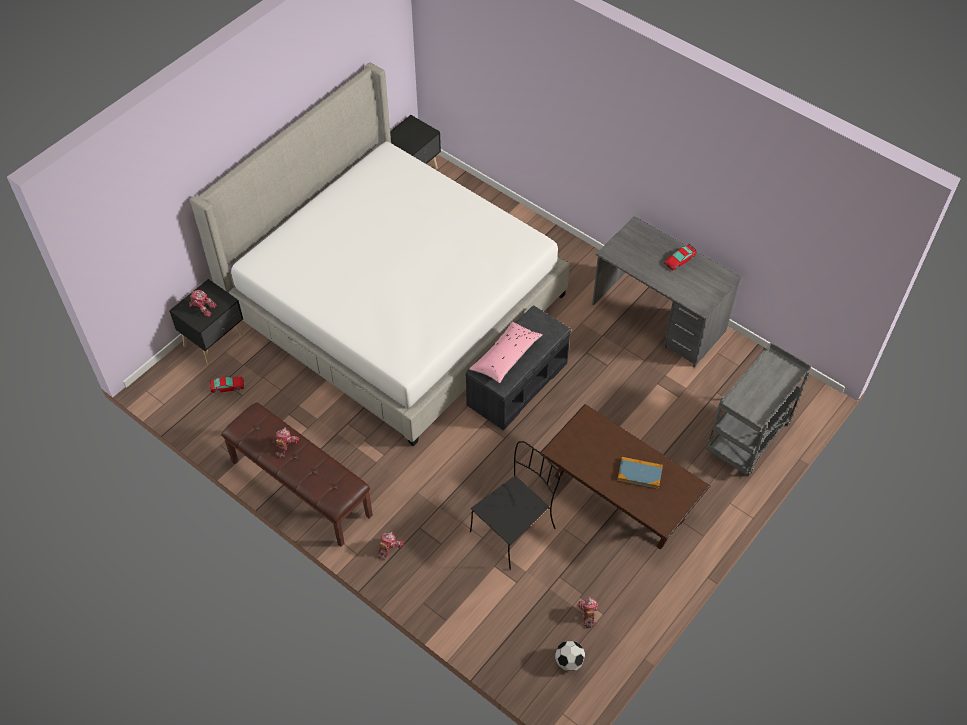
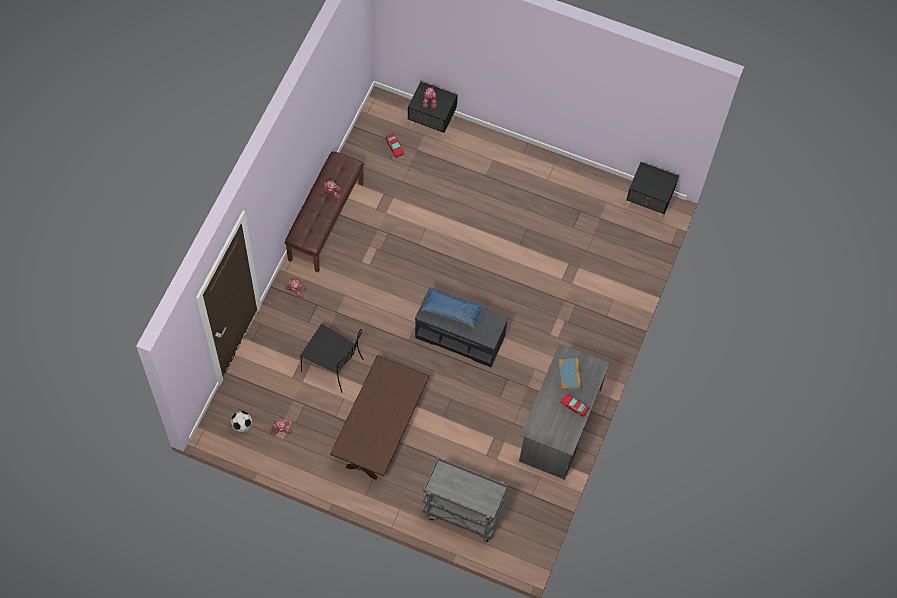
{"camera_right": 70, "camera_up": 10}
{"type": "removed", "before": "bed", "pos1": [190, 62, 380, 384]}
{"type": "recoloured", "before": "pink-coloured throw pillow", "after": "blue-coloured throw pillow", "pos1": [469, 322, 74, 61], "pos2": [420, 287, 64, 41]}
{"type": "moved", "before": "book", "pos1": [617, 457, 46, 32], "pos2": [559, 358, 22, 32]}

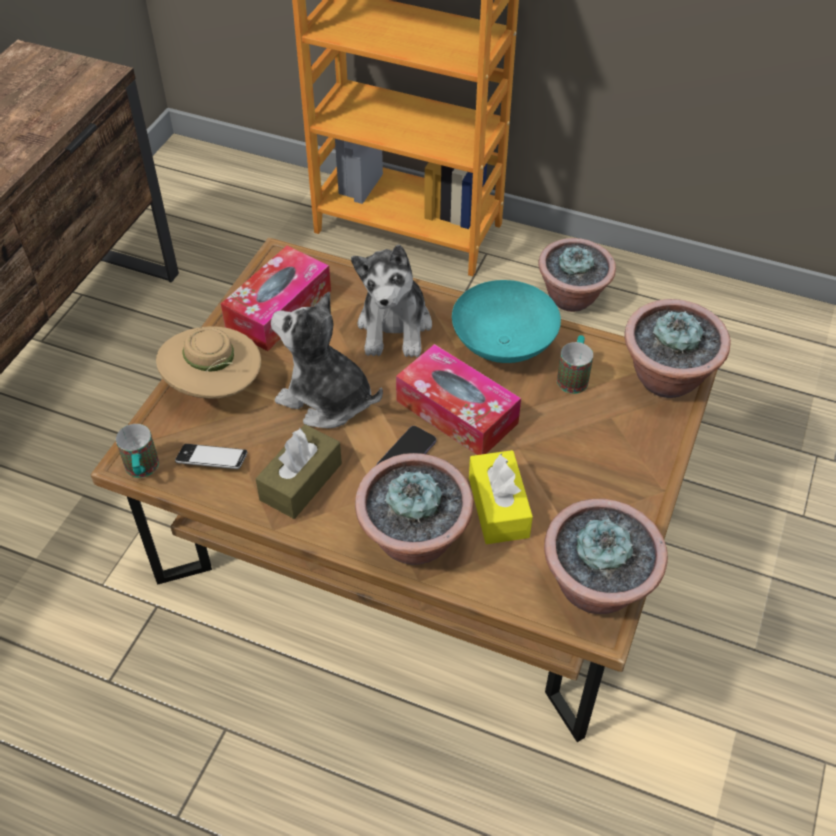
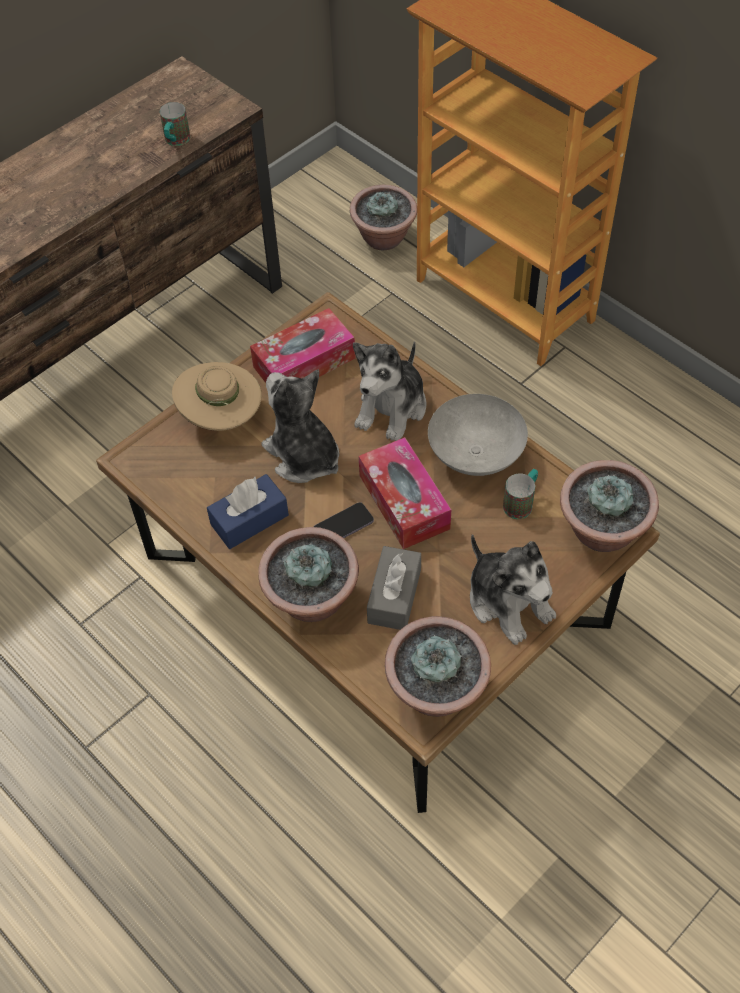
{"camera_right": 25, "camera_up": 5}
{"type": "moved", "before": "potted plant", "pos1": [538, 238, 78, 74], "pos2": [350, 185, 67, 66]}
{"type": "recoloured", "before": "turquoise-coloured serving bowl", "after": "gray serving bowl", "pos1": [452, 280, 109, 83], "pos2": [428, 394, 100, 82]}
{"type": "moved", "before": "mug", "pos1": [116, 424, 43, 54], "pos2": [160, 102, 30, 44]}
{"type": "recoloured", "before": "brown-coloured tissue box", "after": "blue-coloured tissue box", "pos1": [255, 424, 87, 95], "pos2": [207, 474, 82, 75]}
{"type": "removed", "before": "telephone", "pos1": [175, 444, 72, 25]}
{"type": "recoloured", "before": "yellowish tissue box", "after": "gray tissue box", "pos1": [469, 450, 64, 94], "pos2": [367, 546, 54, 84]}
{"type": "added", "after": "plush toy", "pos2": [470, 534, 86, 111]}

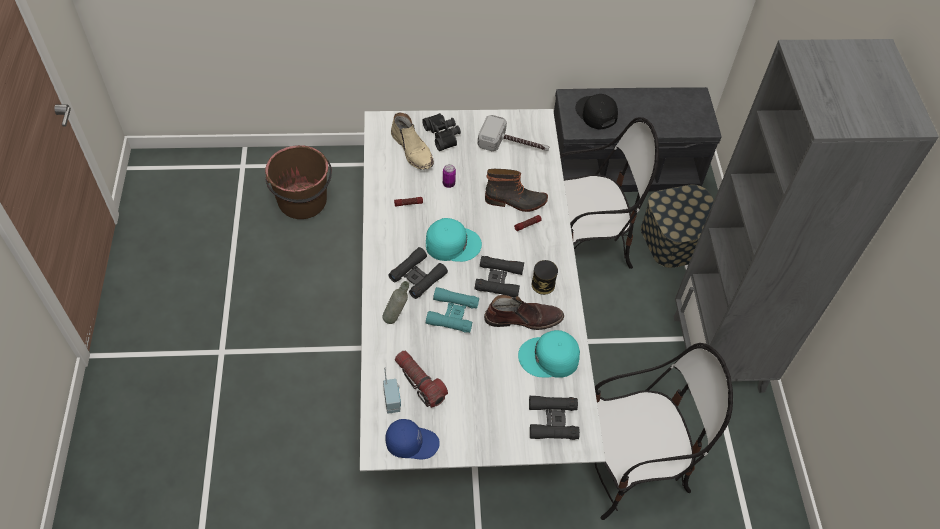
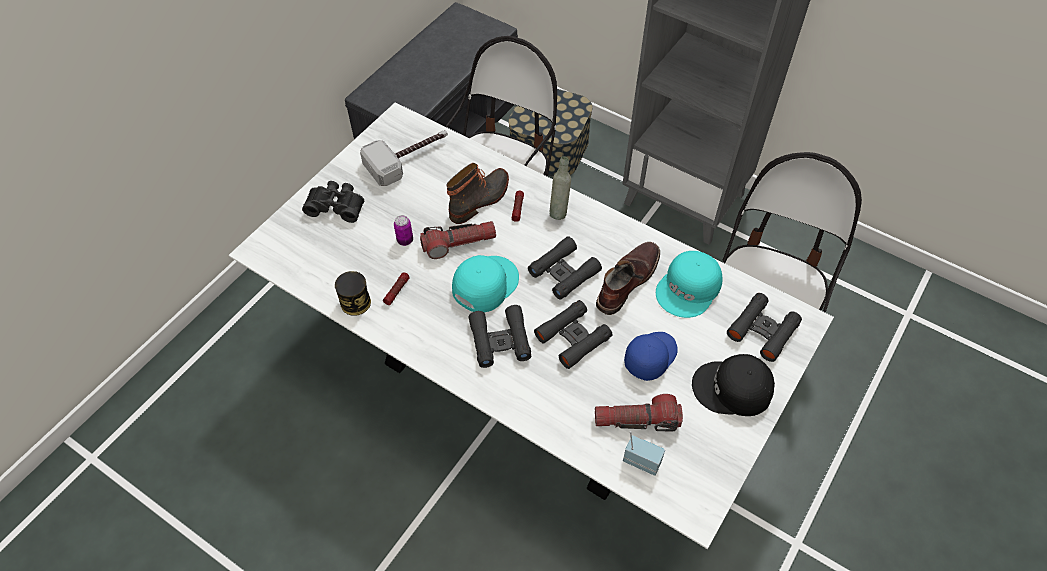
{"camera_right": -50, "camera_up": 0}
{"type": "moved", "before": "black-coloured cap", "pos1": [575, 94, 43, 35], "pos2": [692, 354, 83, 62]}
{"type": "removed", "before": "beige-coloured tall boot", "pos1": [391, 113, 43, 57]}
{"type": "removed", "before": "brown-coloured pail", "pos1": [265, 145, 67, 74]}
{"type": "moved", "before": "can", "pos1": [532, 260, 26, 35], "pos2": [335, 271, 36, 45]}
{"type": "moved", "before": "gray beverage bottle", "pos1": [382, 281, 27, 43], "pos2": [550, 156, 21, 64]}
{"type": "recoloured", "before": "turquoise-coloured field glasses", "after": "black-coloured field glasses", "pos1": [426, 287, 53, 46], "pos2": [534, 300, 78, 69]}
{"type": "moved", "before": "blue-coloured cap", "pos1": [385, 419, 55, 40], "pos2": [624, 332, 54, 49]}
{"type": "added", "after": "flashlight", "pos2": [420, 221, 76, 38]}

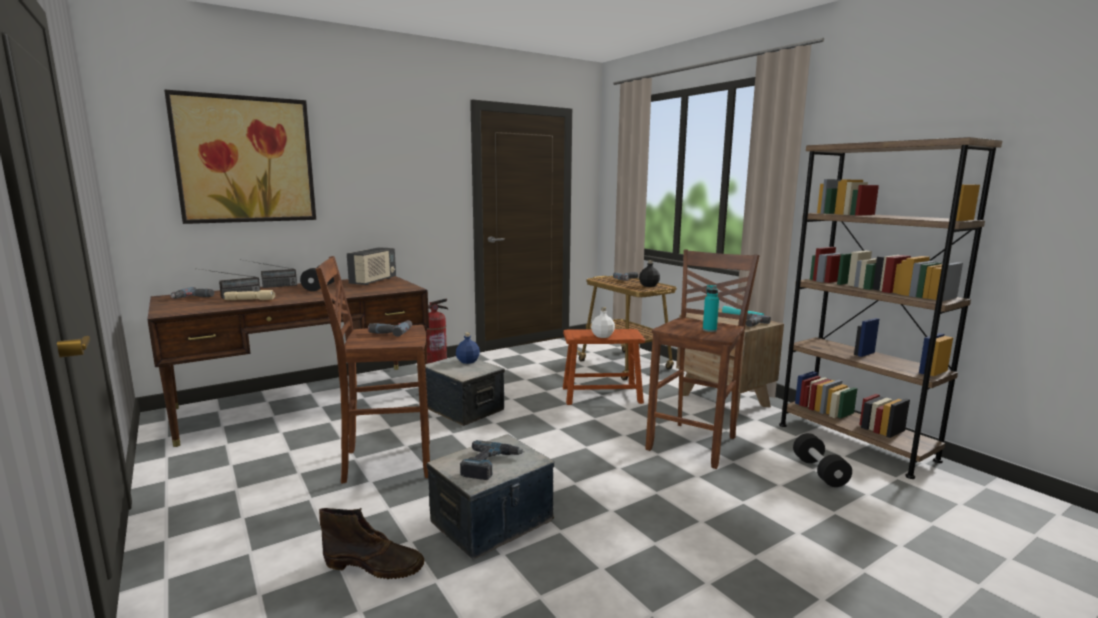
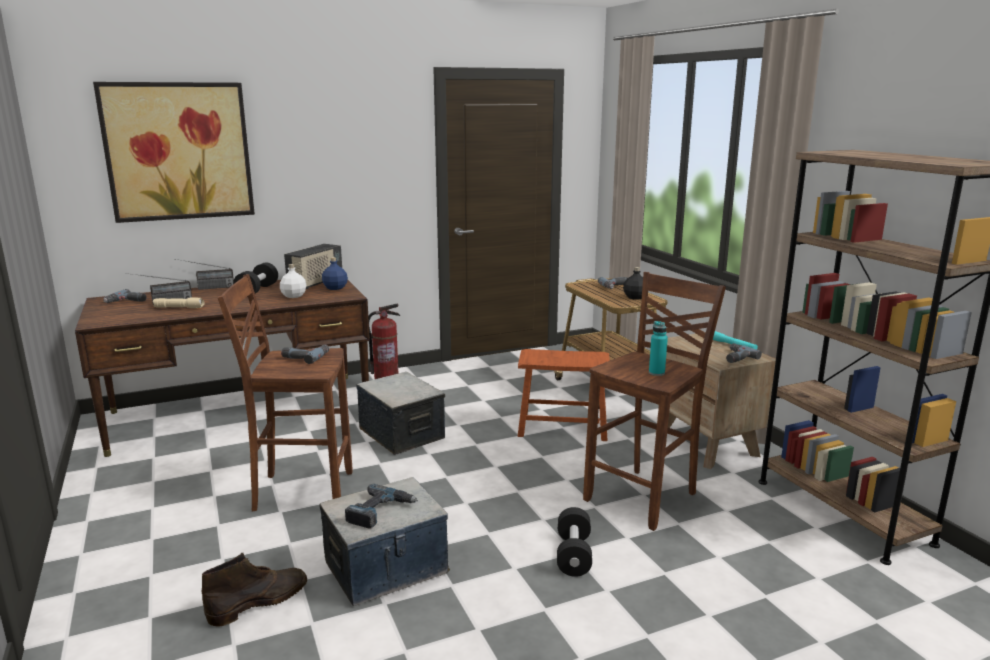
{"camera_right": 10, "camera_up": 5}
{"type": "moved", "before": "whitish beverage bottle", "pos1": [591, 307, 24, 31], "pos2": [280, 264, 26, 34]}
{"type": "moved", "before": "blue-coloured beverage bottle", "pos1": [456, 332, 24, 32], "pos2": [322, 257, 26, 33]}
{"type": "moved", "before": "black-coloured hand weight", "pos1": [793, 433, 59, 54], "pos2": [557, 507, 35, 70]}
{"type": "turned", "before": "brown-coloured tall boot", "pos1": [319, 508, 106, 71], "pos2": [201, 553, 106, 73], "turn": -60}

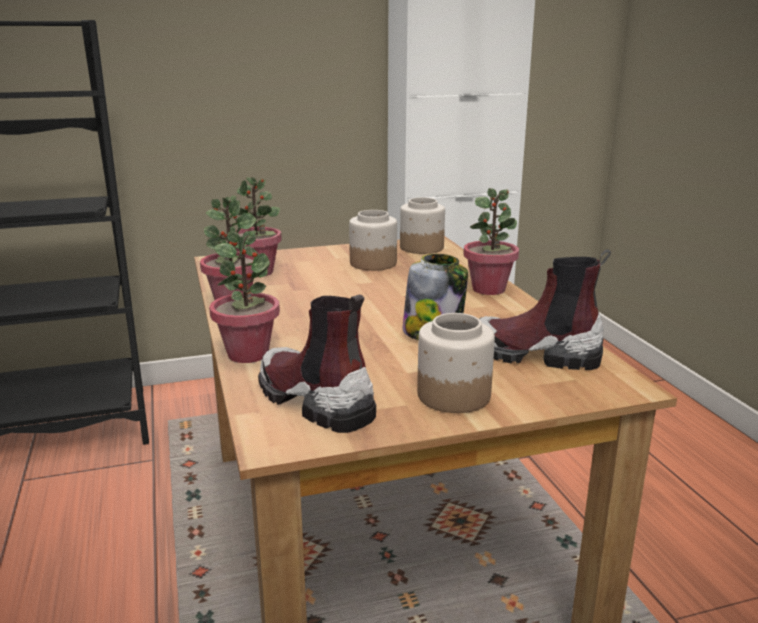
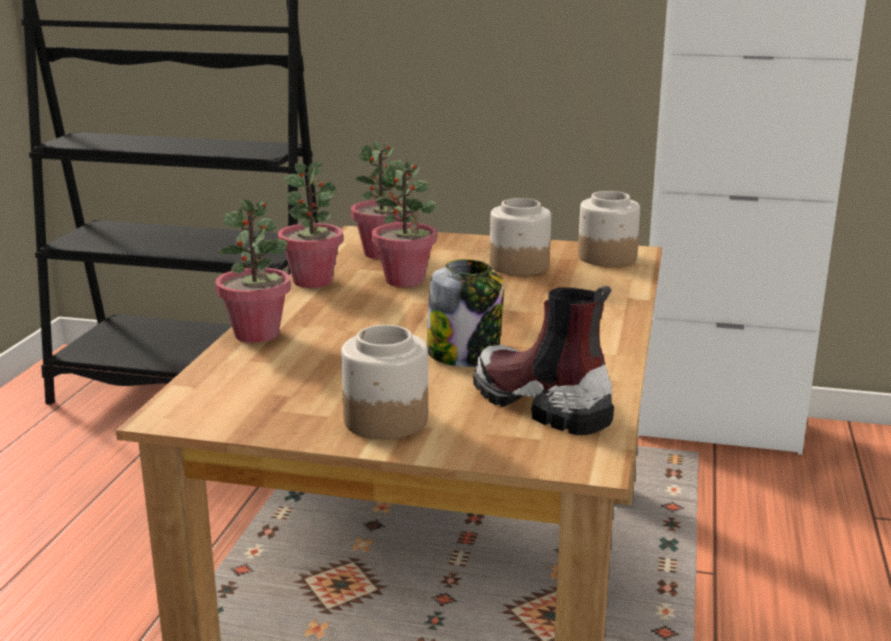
{"camera_right": 30, "camera_up": 0}
{"type": "moved", "before": "potted plant", "pos1": [463, 188, 56, 107], "pos2": [372, 161, 65, 126]}
{"type": "removed", "before": "tall boot", "pos1": [258, 295, 118, 138]}

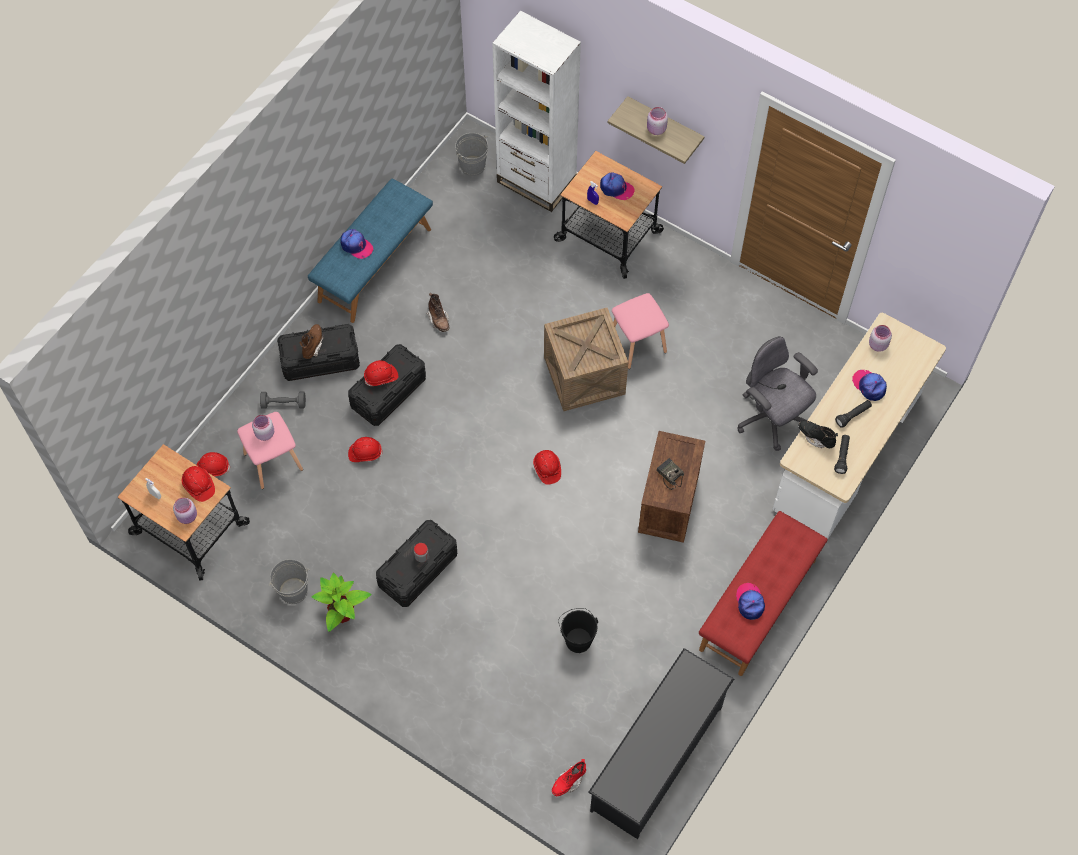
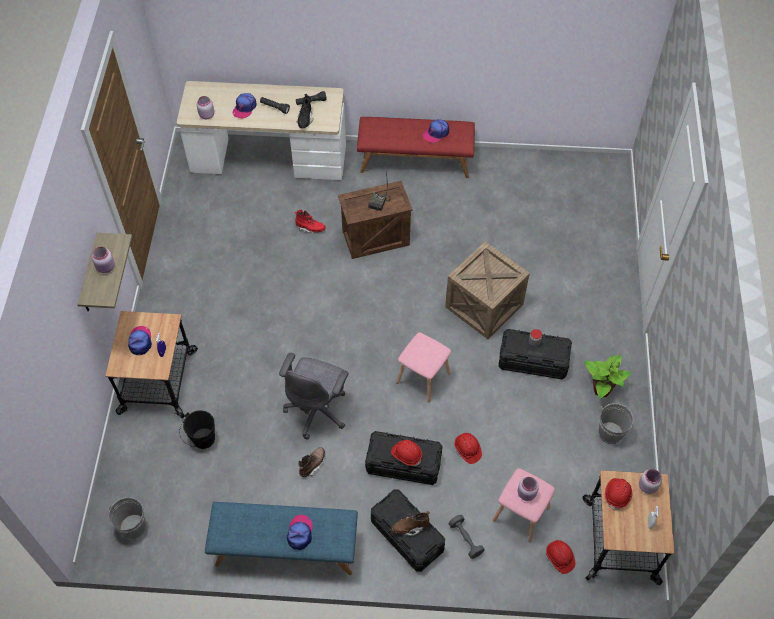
{"camera_right": -120, "camera_up": -5}
{"type": "removed", "before": "whitish shelving unit", "pos1": [492, 11, 89, 201]}
{"type": "moved", "before": "pink-coloured stool seat", "pos1": [612, 293, 57, 76], "pos2": [396, 332, 55, 70]}
{"type": "moved", "before": "packing crate", "pos1": [544, 308, 84, 103], "pos2": [445, 242, 85, 97]}
{"type": "moved", "before": "gray office chair", "pos1": [738, 336, 80, 115], "pos2": [279, 353, 69, 87]}
{"type": "removed", "before": "reddish safety helmet", "pos1": [533, 450, 28, 35]}
{"type": "moved", "before": "black-coloured pail", "pos1": [558, 608, 40, 45], "pos2": [179, 410, 36, 39]}
{"type": "removed", "before": "black-coloured shoe rack", "pos1": [588, 648, 146, 191]}
{"type": "moved", "before": "reddish tall boot", "pos1": [552, 759, 34, 37], "pos2": [295, 209, 31, 25]}

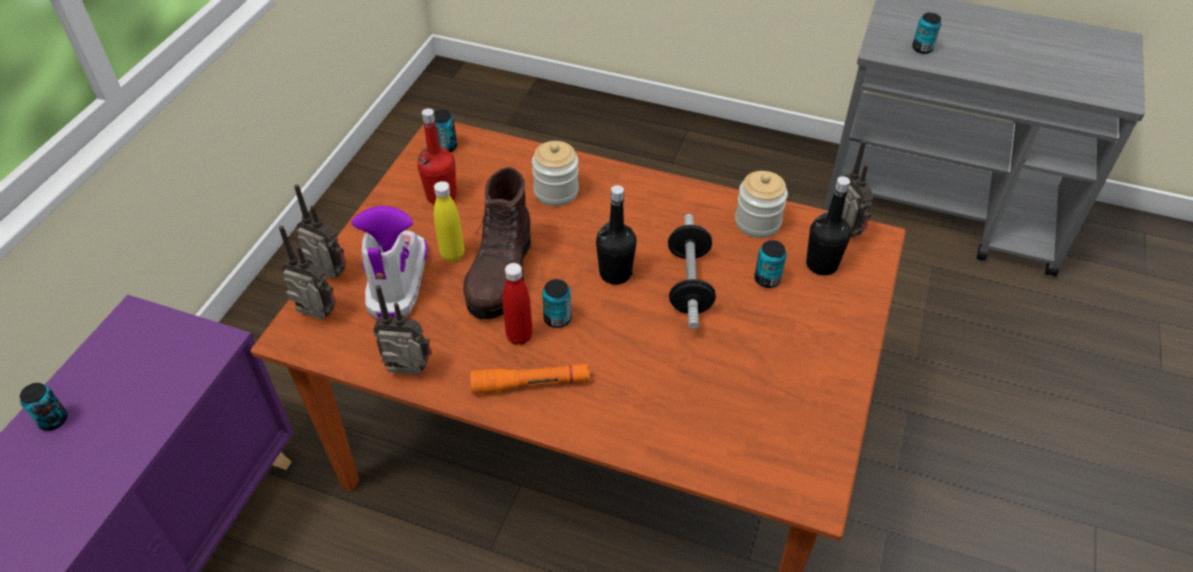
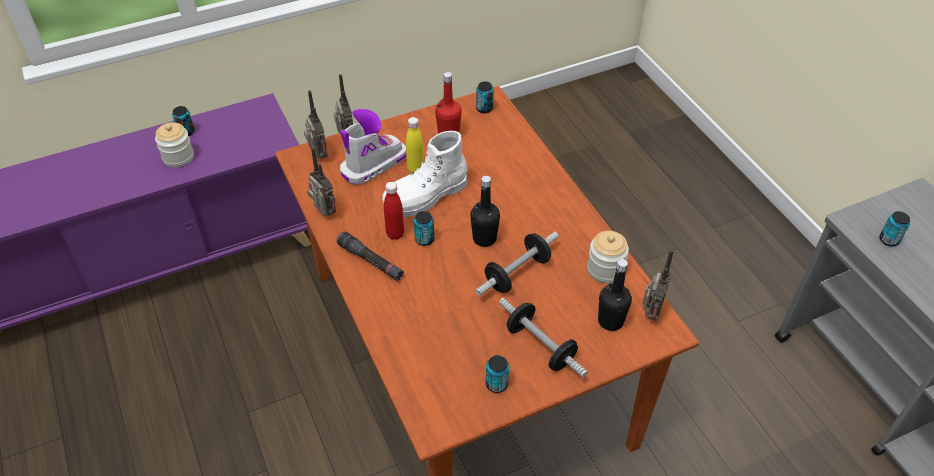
{"camera_right": 45, "camera_up": 0}
{"type": "moved", "before": "storage jar", "pos1": [532, 141, 47, 65], "pos2": [155, 122, 39, 46]}
{"type": "recoloured", "before": "brown-coloured tall boot", "after": "whitish tall boot", "pos1": [463, 167, 68, 152], "pos2": [382, 131, 86, 86]}
{"type": "moved", "before": "can", "pos1": [754, 240, 33, 48], "pos2": [486, 355, 23, 38]}
{"type": "recoloured", "before": "orange flashlight", "after": "black-coloured flashlight", "pos1": [470, 364, 120, 30], "pos2": [337, 231, 67, 50]}
{"type": "added", "after": "hand weight", "pos2": [499, 298, 89, 80]}

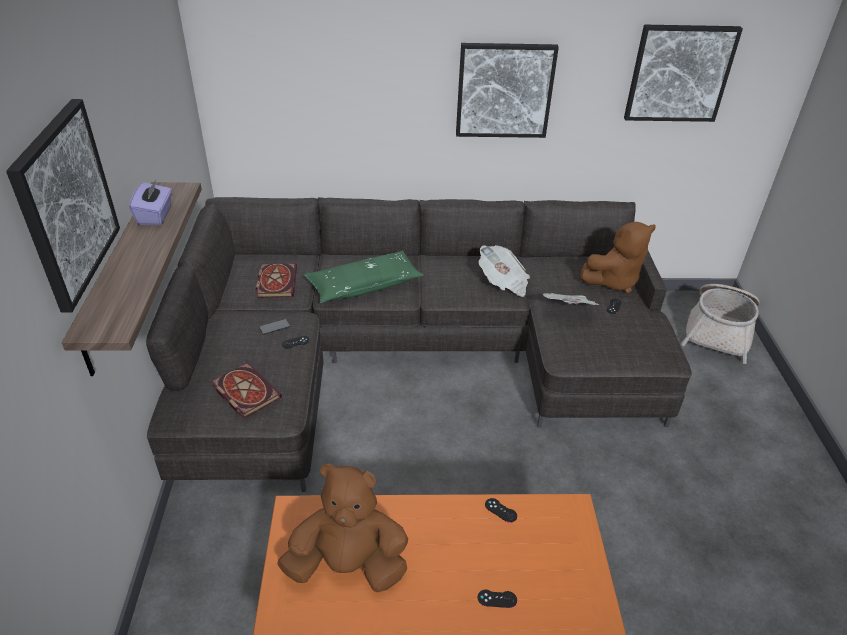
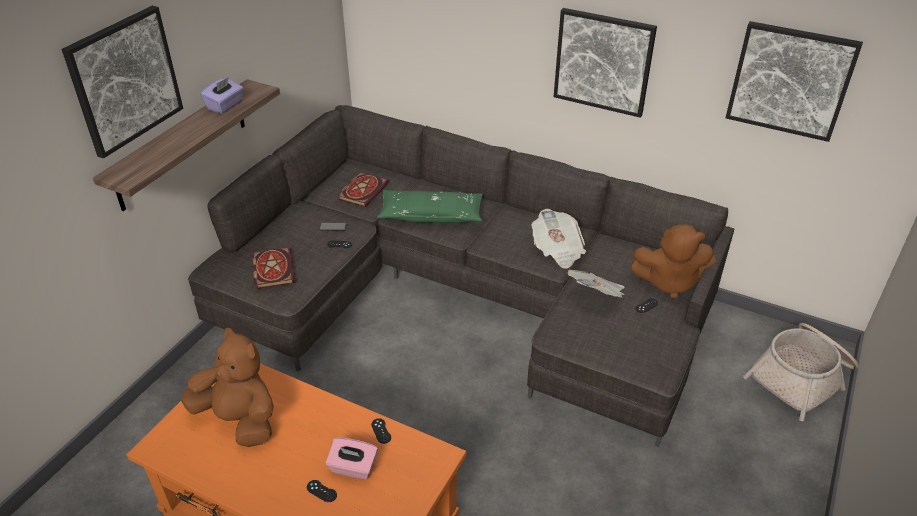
{"camera_right": 30, "camera_up": 0}
{"type": "added", "after": "pink-coloured tissue box", "pos2": [326, 438, 52, 42]}

